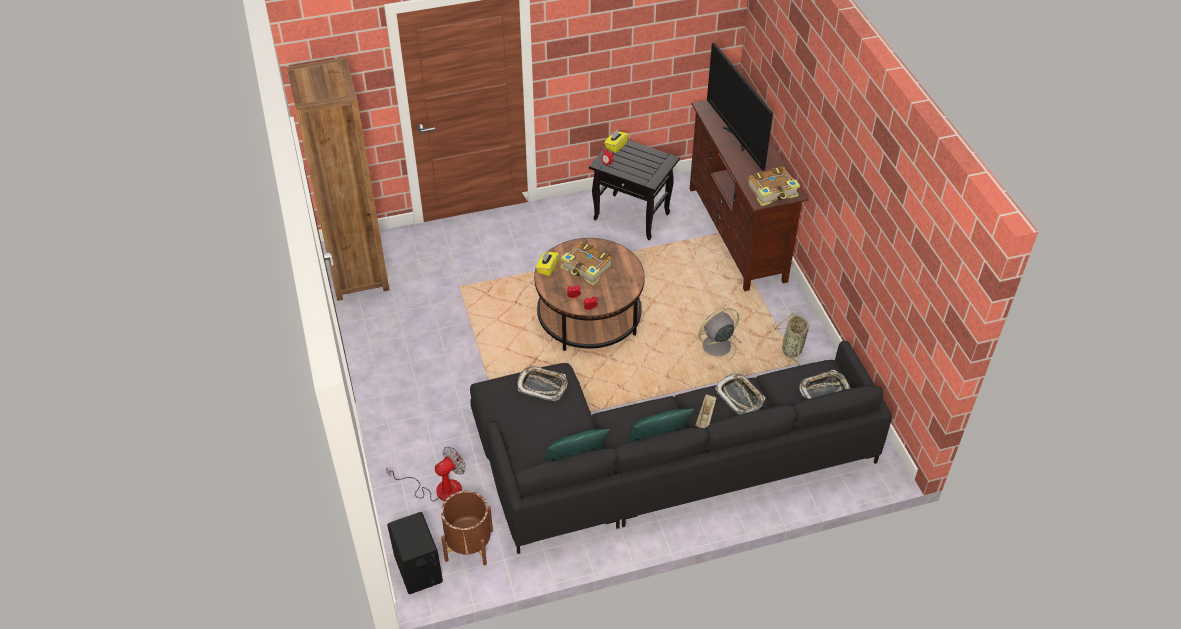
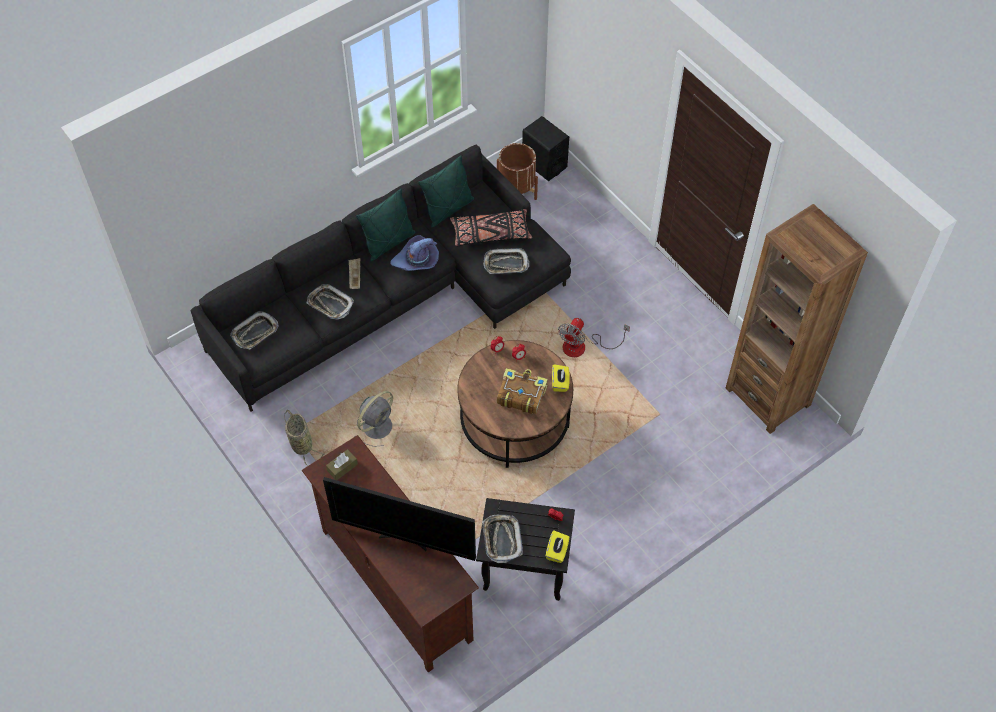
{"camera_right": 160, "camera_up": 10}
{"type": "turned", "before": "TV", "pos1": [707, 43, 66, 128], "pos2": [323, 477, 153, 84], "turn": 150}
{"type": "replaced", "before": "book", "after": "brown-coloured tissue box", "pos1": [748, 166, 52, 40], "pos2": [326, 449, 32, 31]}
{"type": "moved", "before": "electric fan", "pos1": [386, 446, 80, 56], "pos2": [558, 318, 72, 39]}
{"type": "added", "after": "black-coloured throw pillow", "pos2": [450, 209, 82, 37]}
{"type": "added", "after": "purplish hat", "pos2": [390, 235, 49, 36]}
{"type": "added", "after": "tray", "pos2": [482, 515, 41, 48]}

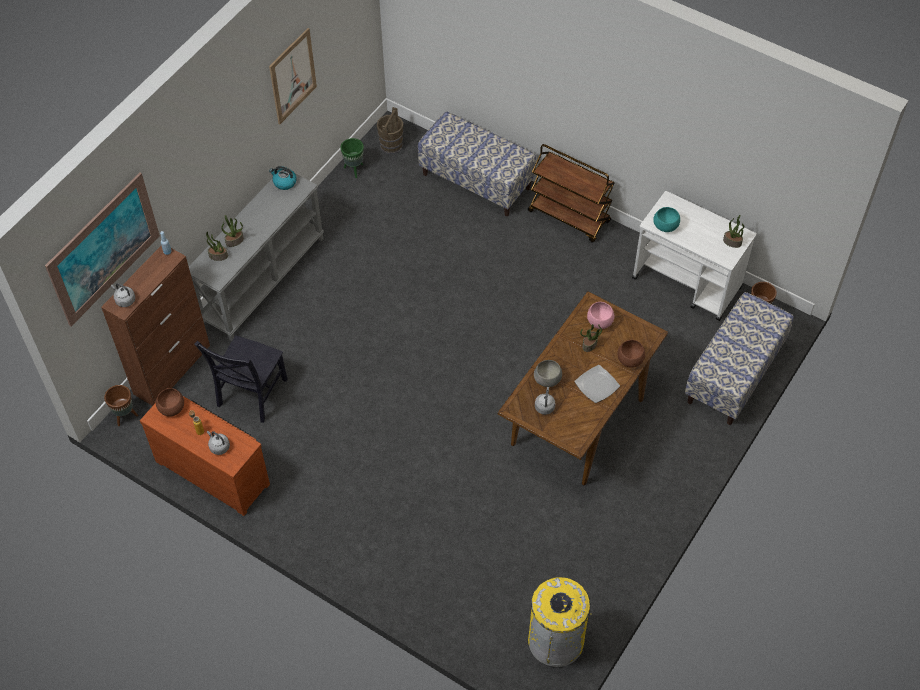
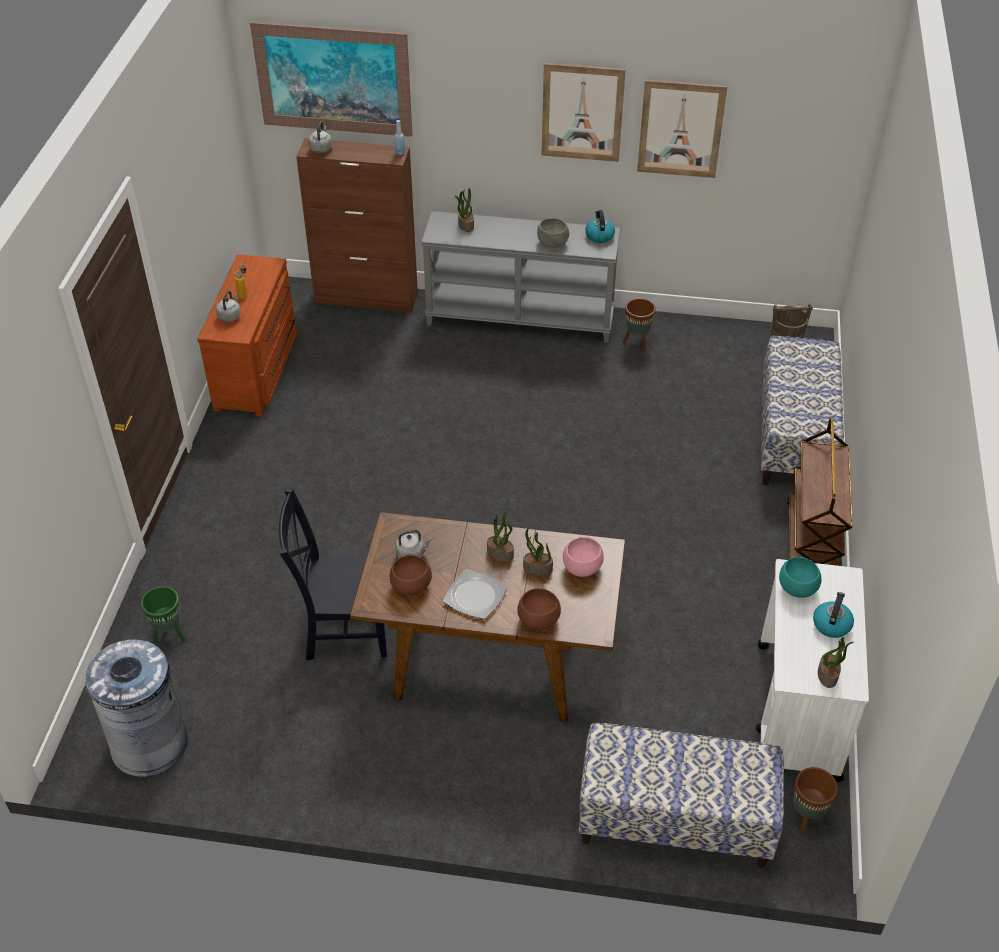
{"camera_right": 65, "camera_up": -10}
{"type": "moved", "before": "green-coloured plant pot", "pos1": [340, 138, 24, 40], "pos2": [141, 586, 44, 58]}
{"type": "moved", "before": "potted plant", "pos1": [221, 215, 23, 32], "pos2": [487, 510, 27, 52]}
{"type": "moved", "before": "black-coloured upright chair", "pos1": [194, 335, 93, 88], "pos2": [279, 488, 108, 173]}
{"type": "moved", "before": "gray serving bowl", "pos1": [534, 360, 28, 27], "pos2": [537, 218, 32, 30]}
{"type": "moved", "before": "brown-coloured plant pot", "pos1": [104, 385, 34, 41], "pos2": [623, 298, 33, 53]}
{"type": "moved", "before": "brown-coloured serving bowl", "pos1": [156, 388, 28, 29], "pos2": [390, 555, 42, 40]}
{"type": "recoloured", "before": "yellowish rubbish bin", "after": "gray rubbish bin", "pos1": [528, 577, 63, 90], "pos2": [85, 639, 102, 138]}
{"type": "added", "after": "wall picture", "pos2": [542, 63, 84, 99]}
{"type": "added", "after": "tea kettle", "pos2": [813, 592, 41, 46]}

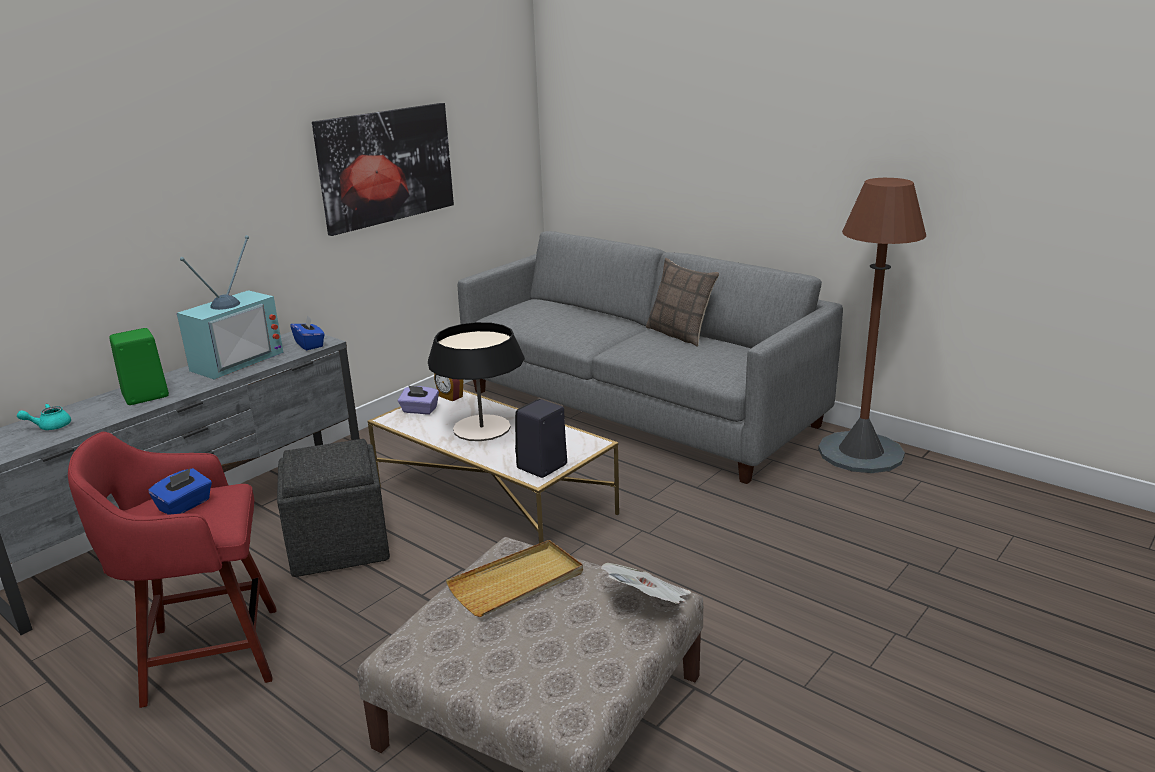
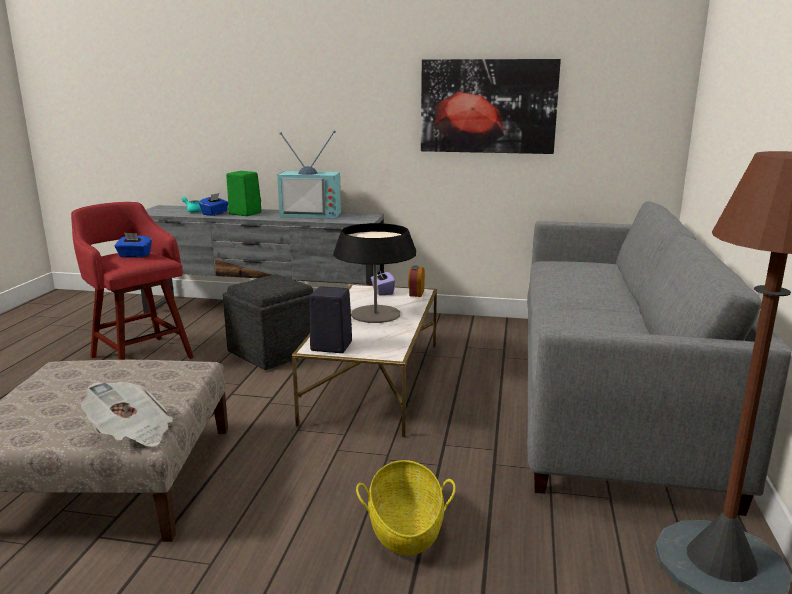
{"camera_right": 60, "camera_up": -5}
{"type": "removed", "before": "throw pillow", "pos1": [646, 258, 73, 89]}
{"type": "moved", "before": "blue-coloured tissue box", "pos1": [290, 315, 35, 36], "pos2": [199, 193, 29, 23]}
{"type": "removed", "before": "beige-coloured tray", "pos1": [446, 540, 137, 77]}
{"type": "added", "after": "household basket", "pos2": [356, 460, 100, 95]}

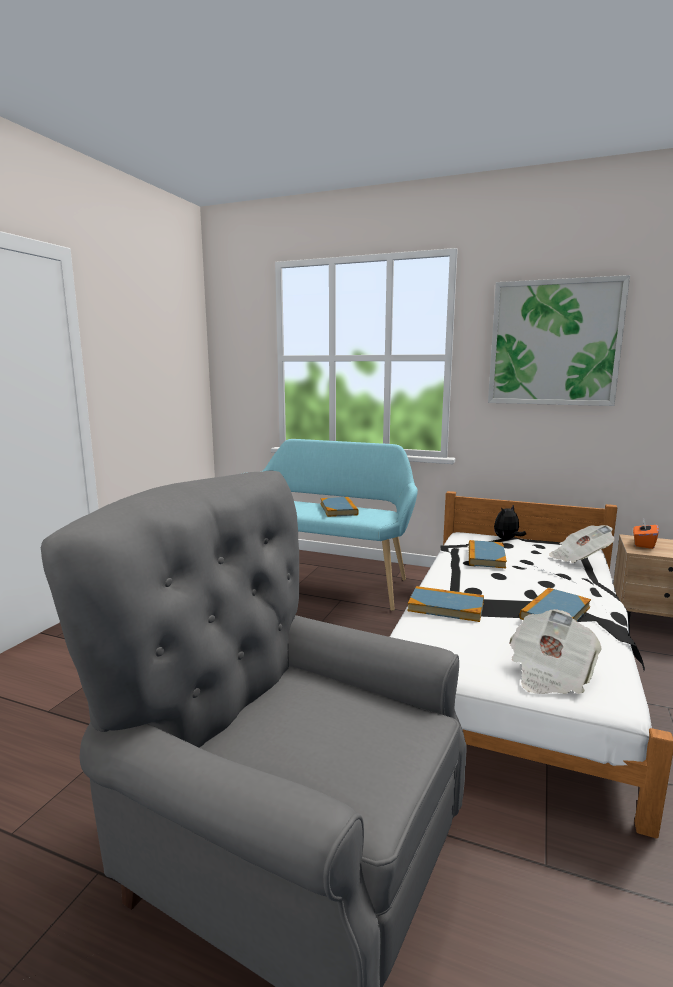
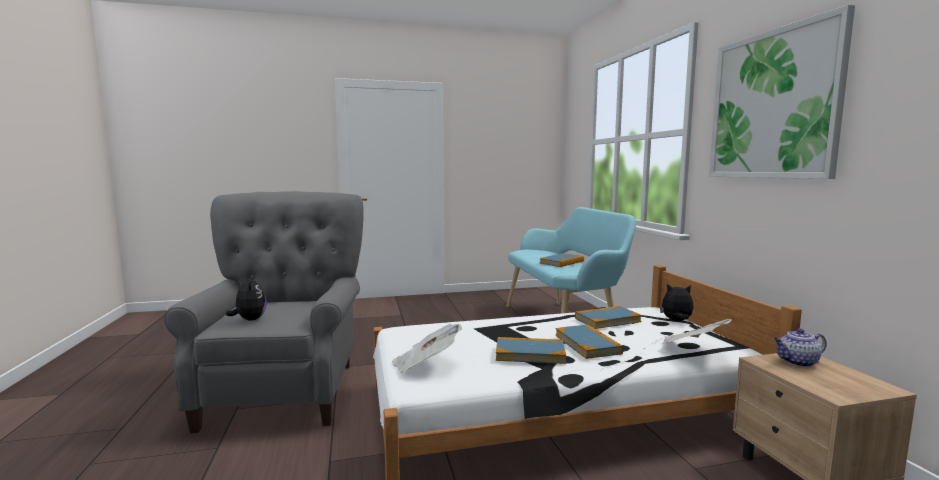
{"camera_right": 55, "camera_up": -5}
{"type": "replaced", "before": "orange tissue box", "after": "pot for tea", "pos1": [633, 519, 26, 30], "pos2": [774, 328, 53, 39]}
{"type": "moved", "before": "book", "pos1": [408, 586, 76, 36], "pos2": [555, 325, 69, 34]}
{"type": "added", "after": "plush toy", "pos2": [226, 276, 41, 45]}

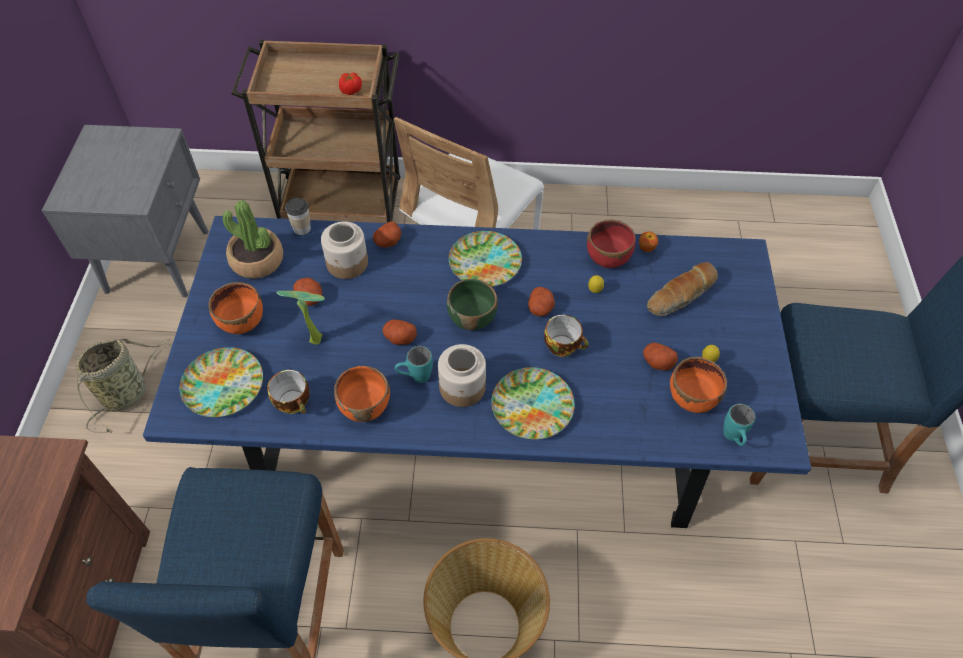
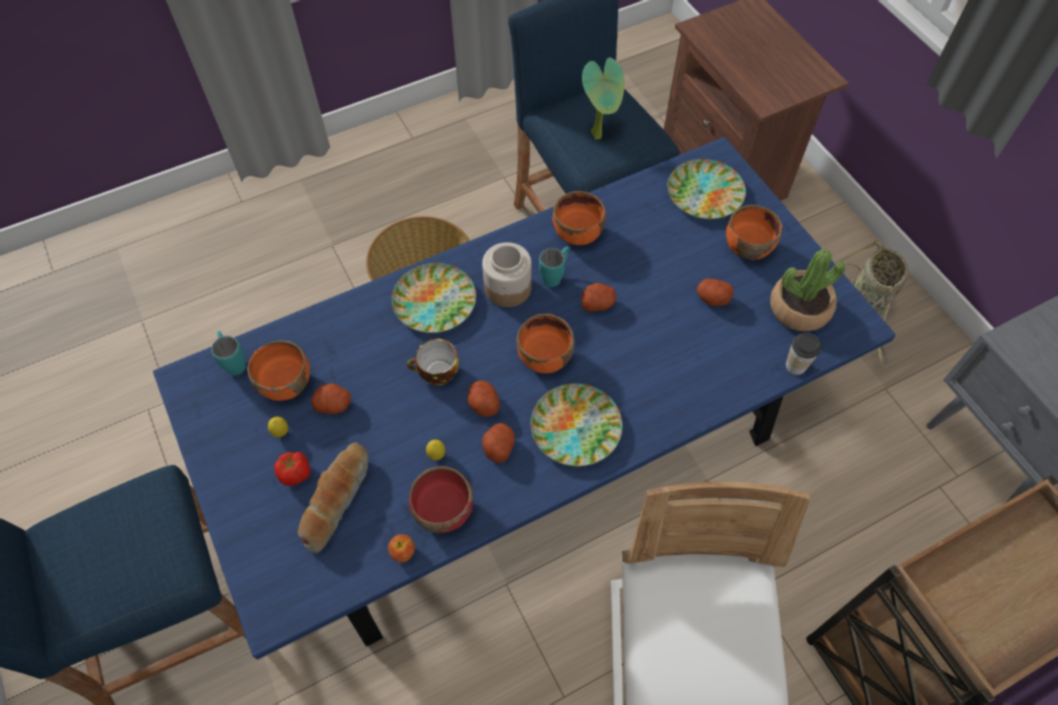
{"camera_right": 150, "camera_up": 5}
{"type": "moved", "before": "tomato", "pos1": [339, 73, 23, 22], "pos2": [274, 452, 37, 34]}
{"type": "removed", "before": "storage jar", "pos1": [321, 221, 47, 58]}
{"type": "moved", "before": "potato", "pos1": [373, 221, 28, 27], "pos2": [482, 423, 33, 40]}
{"type": "recoloured", "before": "green-coloured serving bowl", "after": "orange serving bowl", "pos1": [447, 279, 51, 52], "pos2": [517, 314, 58, 60]}
{"type": "moved", "before": "potted plant", "pos1": [276, 291, 49, 54], "pos2": [582, 57, 43, 82]}
{"type": "removed", "before": "small cup", "pos1": [267, 370, 43, 44]}

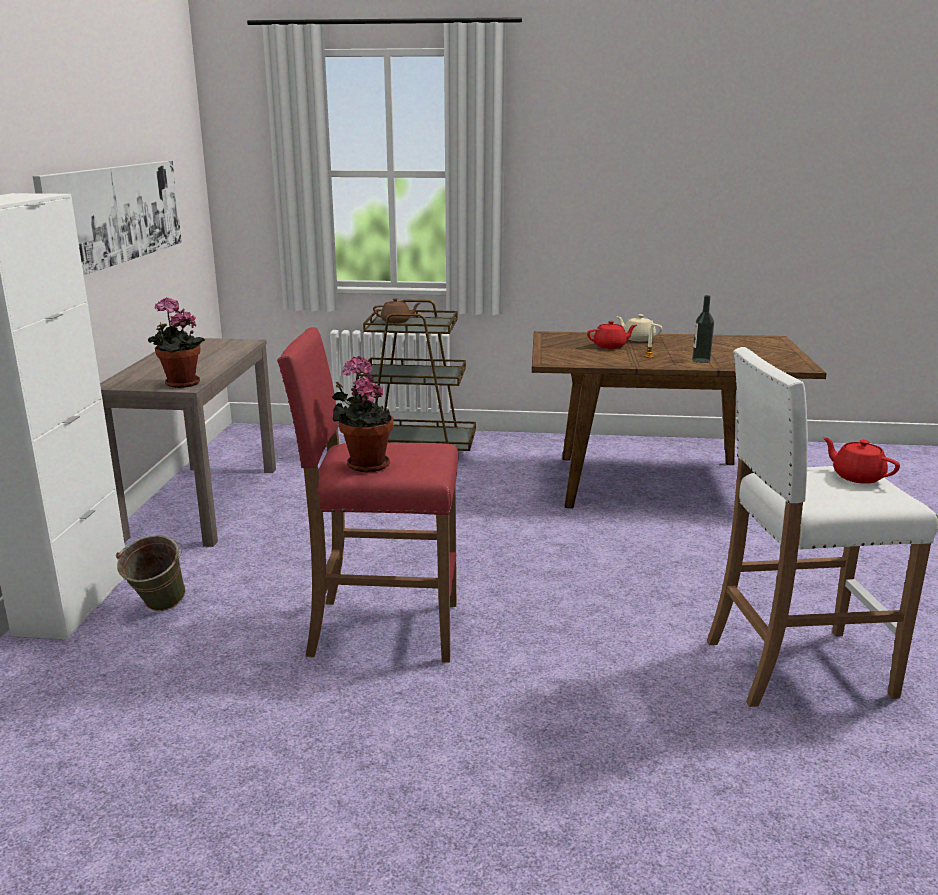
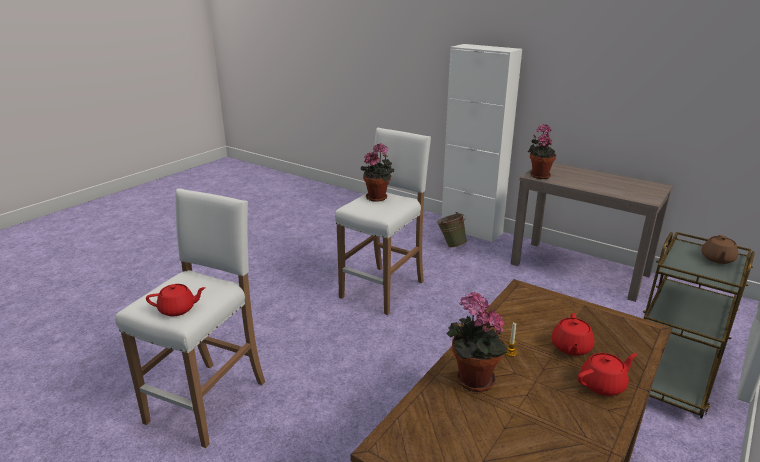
{"camera_right": 120, "camera_up": 5}
{"type": "removed", "before": "wall picture", "pos1": [32, 161, 150, 114]}
{"type": "replaced", "before": "beverage bottle", "after": "potted plant", "pos1": [692, 295, 22, 68], "pos2": [446, 292, 61, 100]}
{"type": "recoloured", "before": "beige-coloured pot for tea", "after": "reddish pot for tea", "pos1": [616, 314, 46, 27], "pos2": [577, 353, 61, 43]}
{"type": "recoloured", "before": "reddish stool seat", "after": "whitish stool seat", "pos1": [277, 327, 182, 336], "pos2": [335, 128, 96, 187]}

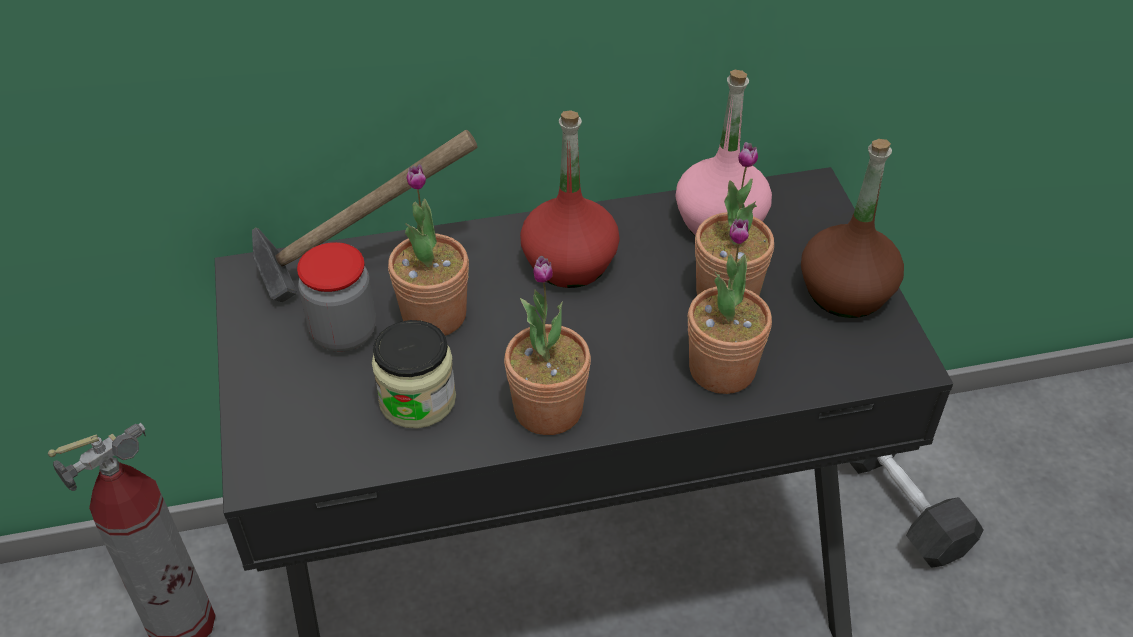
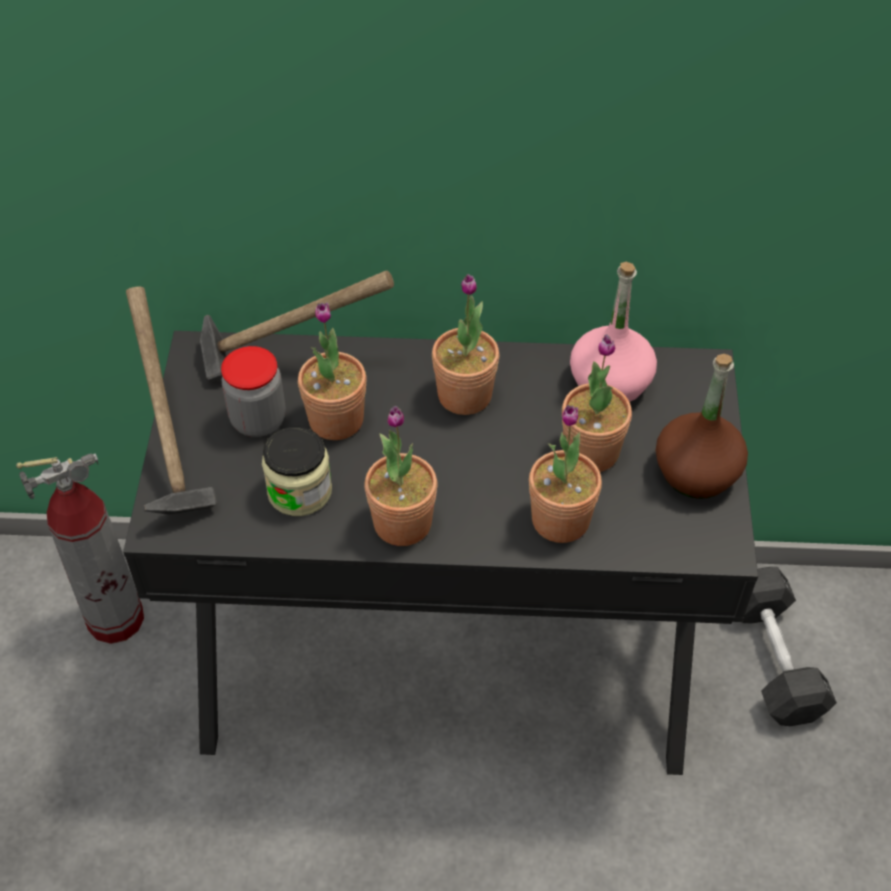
{"camera_right": 15, "camera_up": 5}
{"type": "replaced", "before": "reddish beverage bottle", "after": "potted plant", "pos1": [520, 110, 100, 178], "pos2": [432, 274, 67, 141]}
{"type": "added", "after": "hammer", "pos2": [126, 287, 91, 228]}

